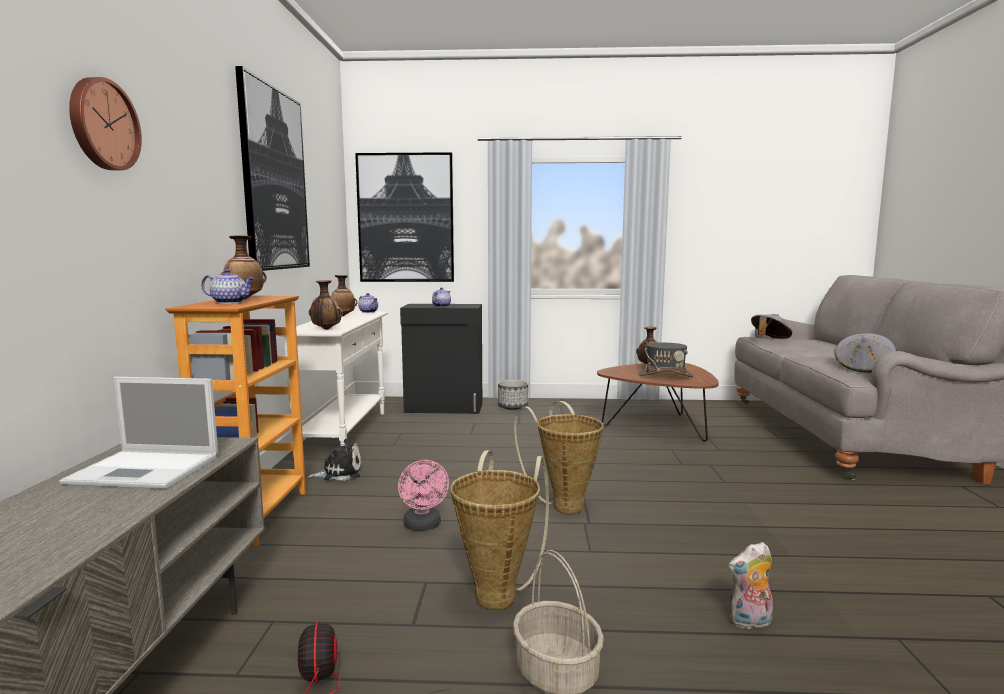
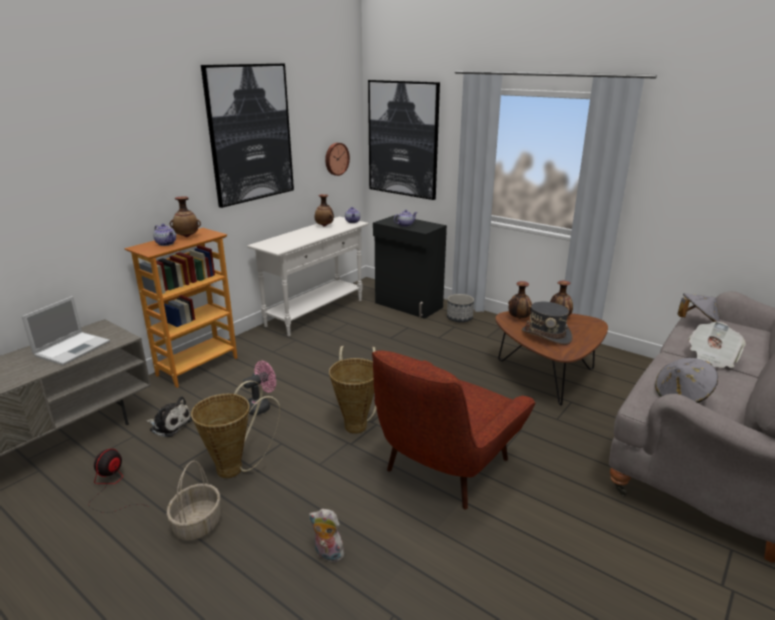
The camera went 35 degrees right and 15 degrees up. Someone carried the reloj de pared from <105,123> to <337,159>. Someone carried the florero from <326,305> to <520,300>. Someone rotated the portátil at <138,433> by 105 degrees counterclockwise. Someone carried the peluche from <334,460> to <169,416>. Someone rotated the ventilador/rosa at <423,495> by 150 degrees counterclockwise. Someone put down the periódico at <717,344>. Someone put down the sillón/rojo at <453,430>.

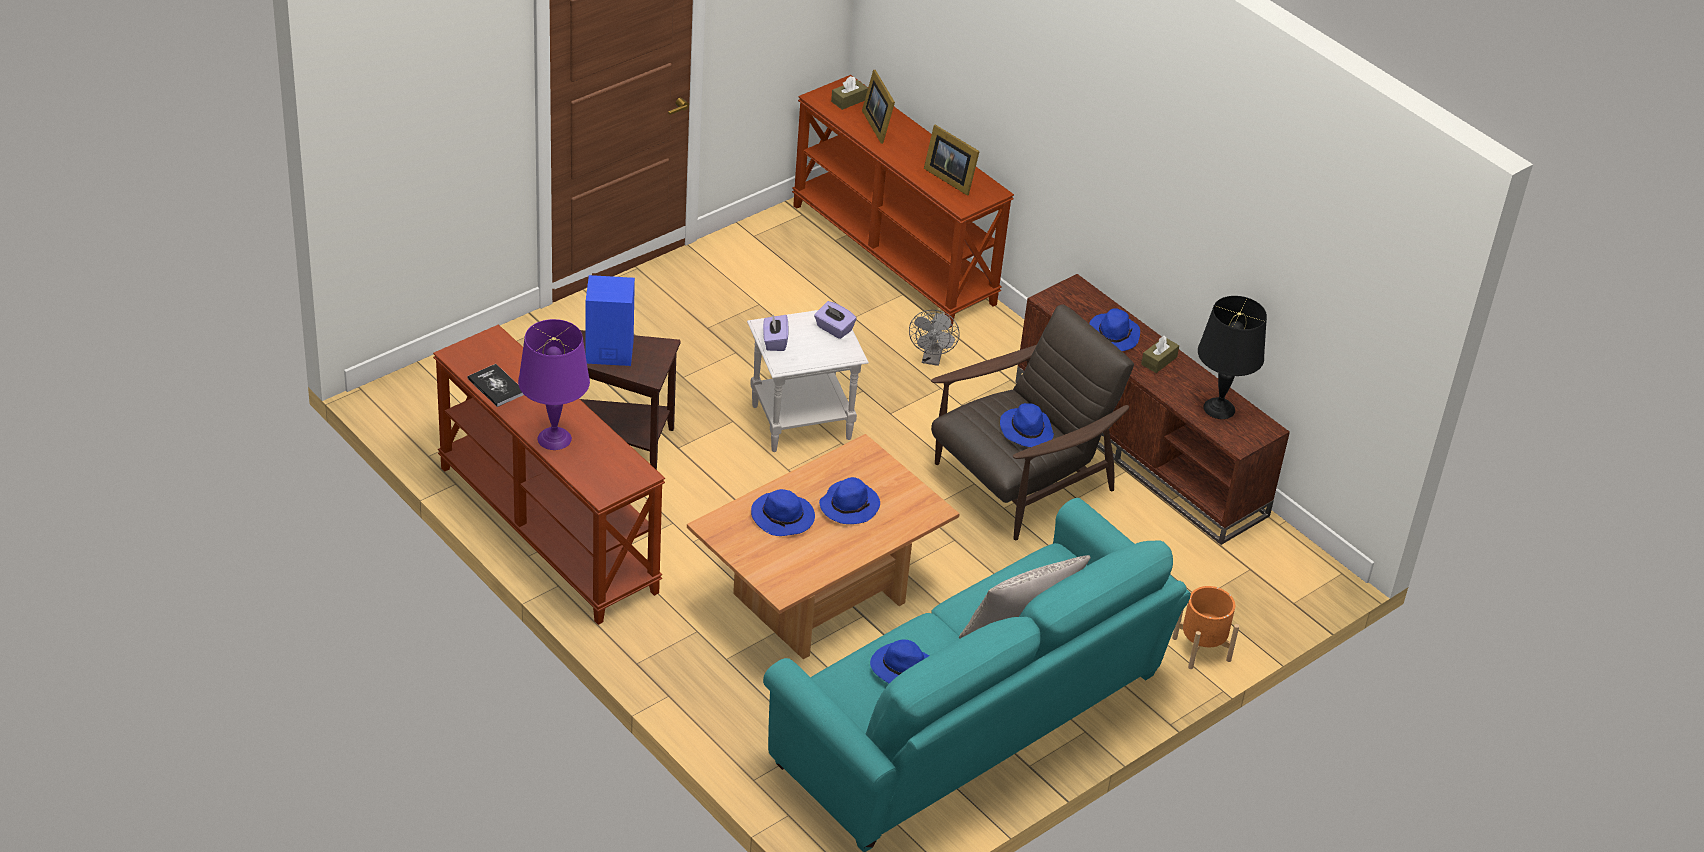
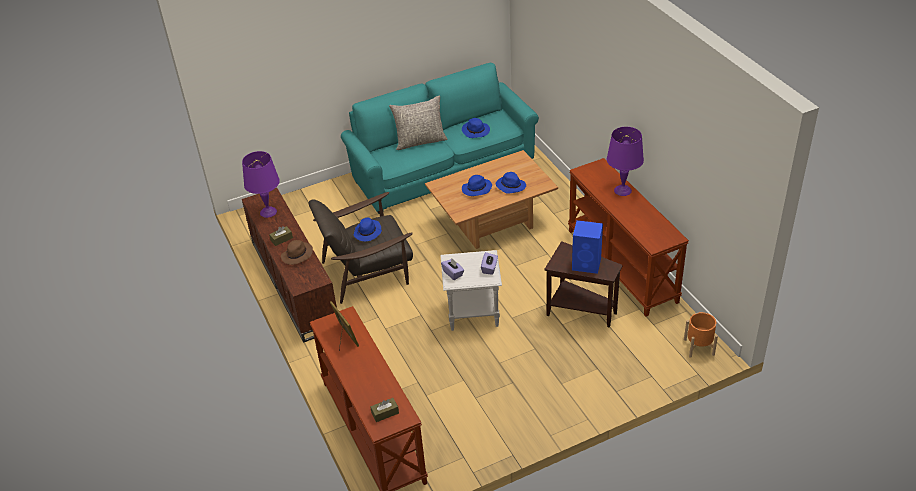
The camera went 160 degrees left and 0 degrees up. Someone took away the portarretratos at <878,107>. Someone repainted the lámpara de mesa/negro at <1232,357>, which became the lámpara de mesa/morado at <261,184>. Someone repainted the sombrero/azul at <1114,329>, which became the sombrero/marrón at <297,252>. Someone took away the ventilador/gris at <934,338>. Someone took away the libro at <496,385>. Someone carried the maceta/naranja from <1205,627> to <701,335>.

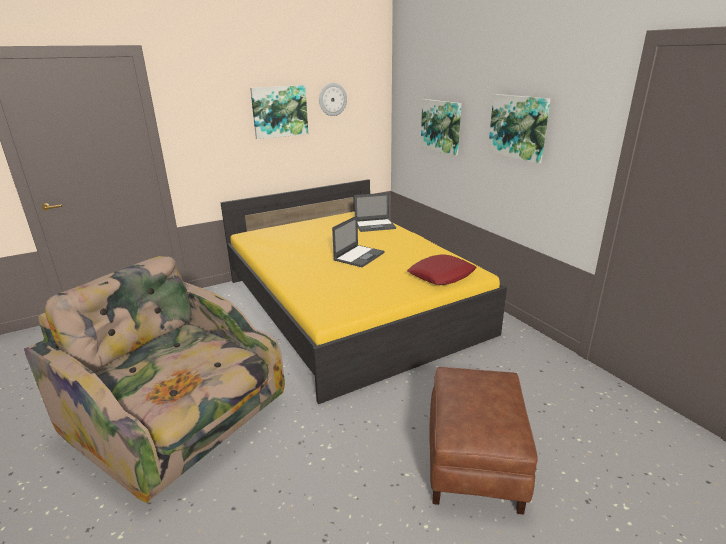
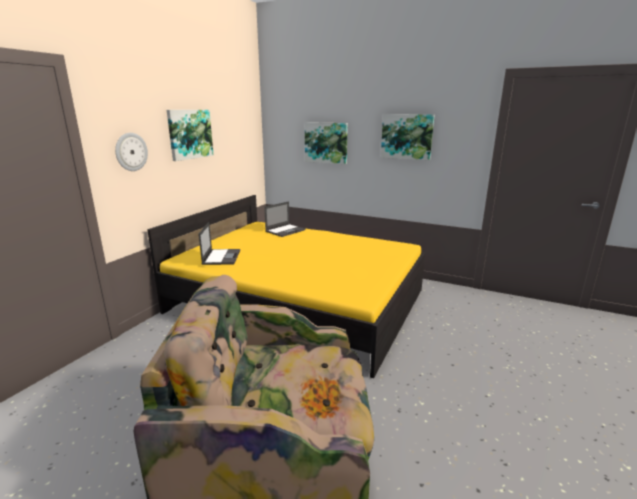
The camera went 35 degrees left and 5 degrees down. Someone carried the reloj de pared from <333,99> to <131,152>. Someone carried the portátil from <358,241> to <219,243>. Someone took away the cojín/rojo at <441,269>. Someone took away the puf/marrón at <483,441>.

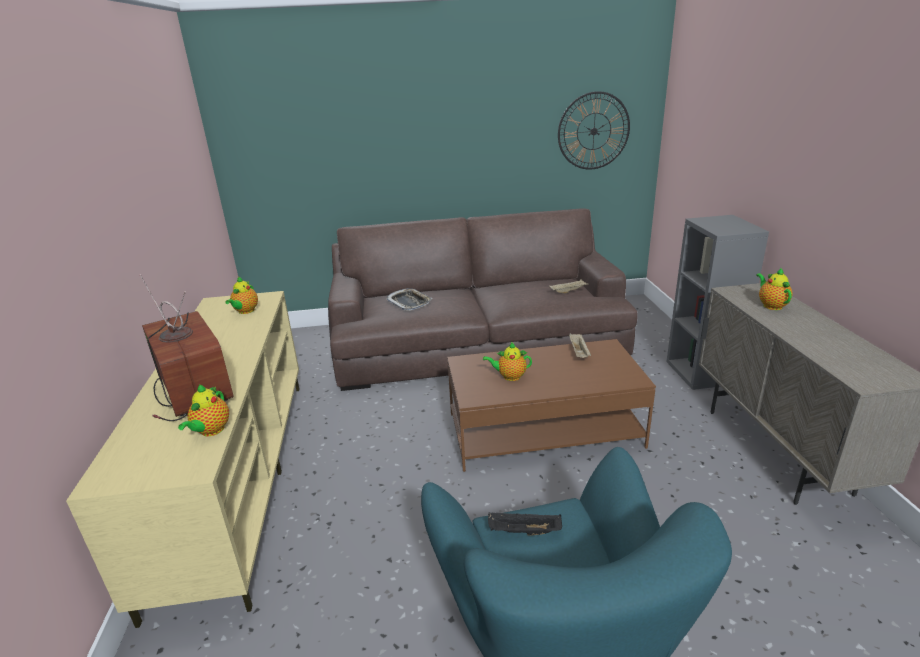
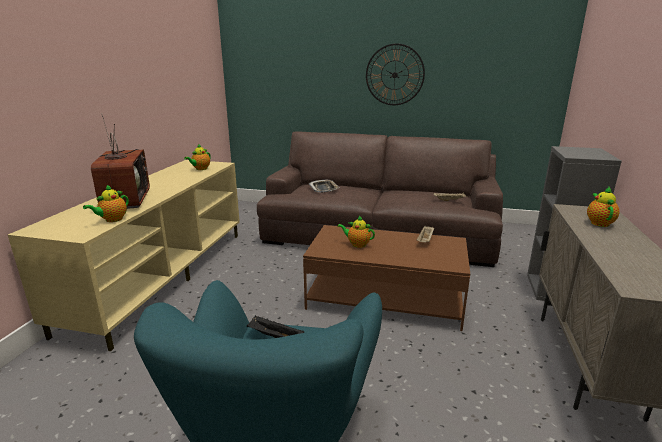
The camera went 20 degrees right and 5 degrees down. Someone carried the reloj de pared from <594,130> to <395,74>.

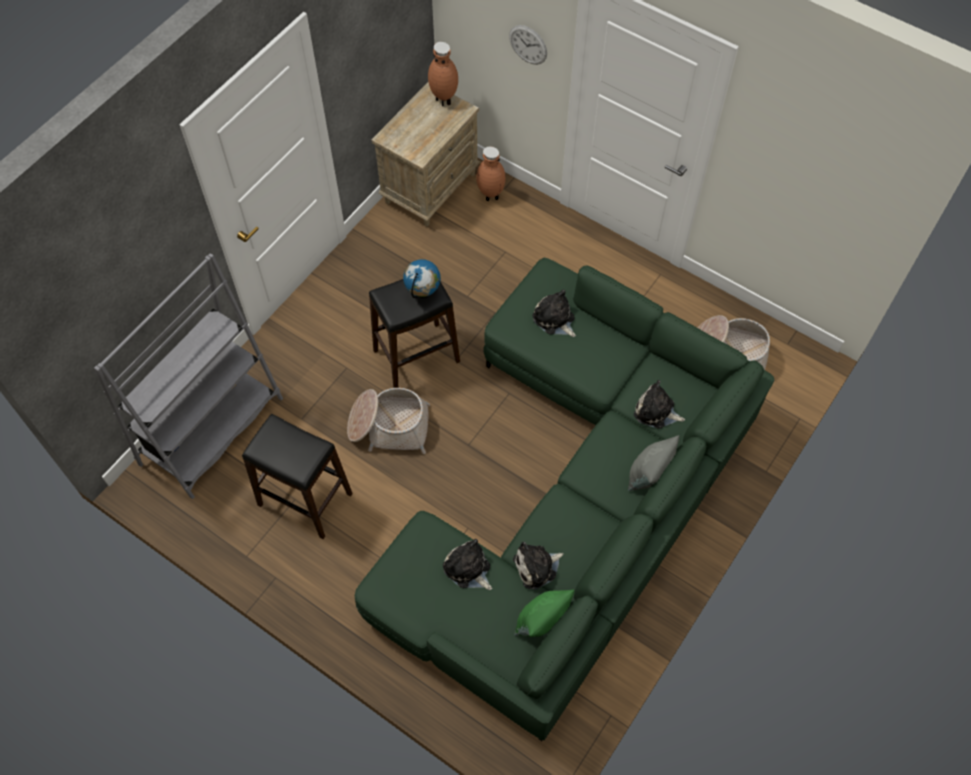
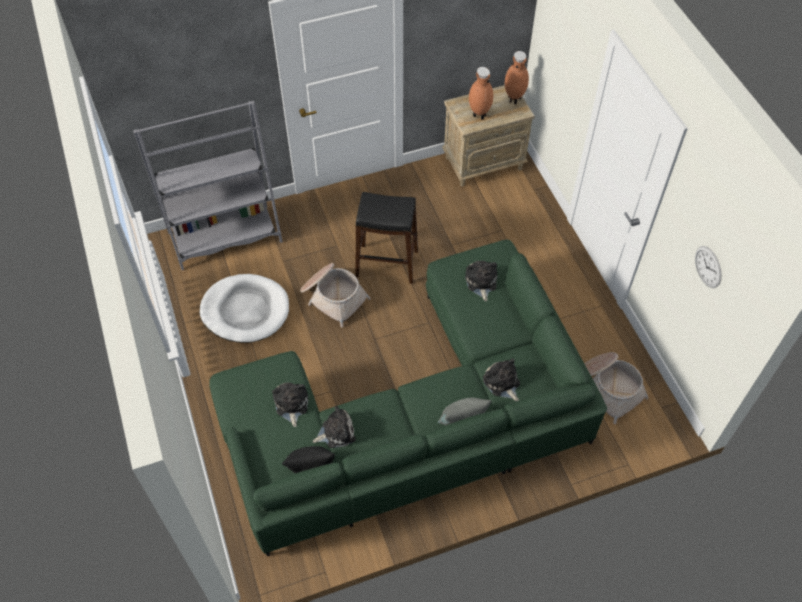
The camera went 35 degrees right and 5 degrees down. Someone carried the reloj de pared from <528,45> to <708,267>. Someone carried the florero/marrón from <491,173> to <481,93>. Someone took away the globo terráqueo at <422,278>. Someone swapped the taburete/negro at <297,476> for the cama para perro/blanco at <244,308>. Someone rotated the peluche at <538,566> by 150 degrees clockwise. Someone repainted the cojín/verde at <544,613>, which became the cojín/negro at <308,459>.

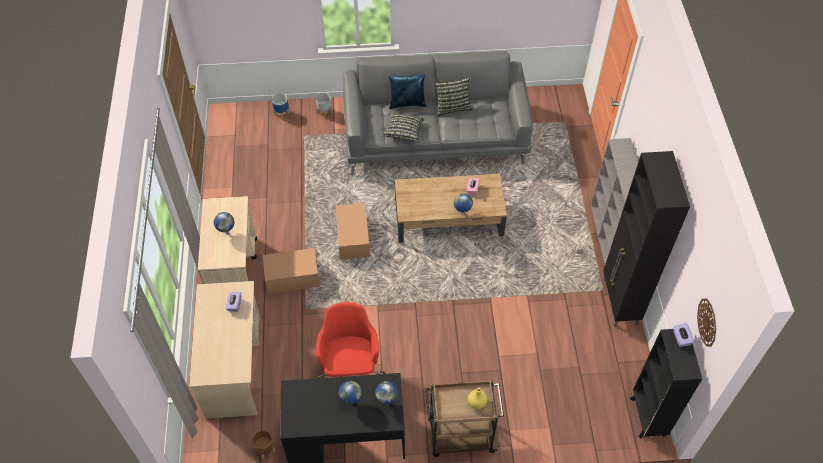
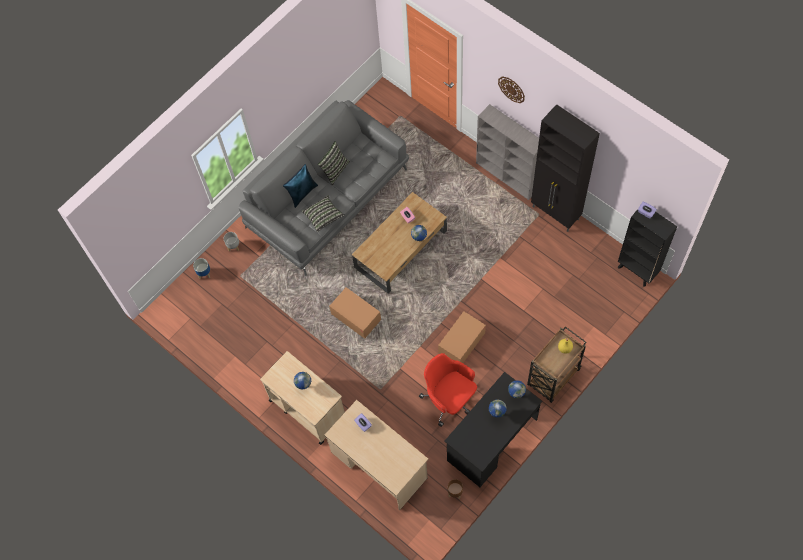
The camera went 40 degrees left and 10 degrees up. Someone carried the caja de cartón from <291,271> to <462,337>. Someone carried the reloj de pared from <706,323> to <511,89>.

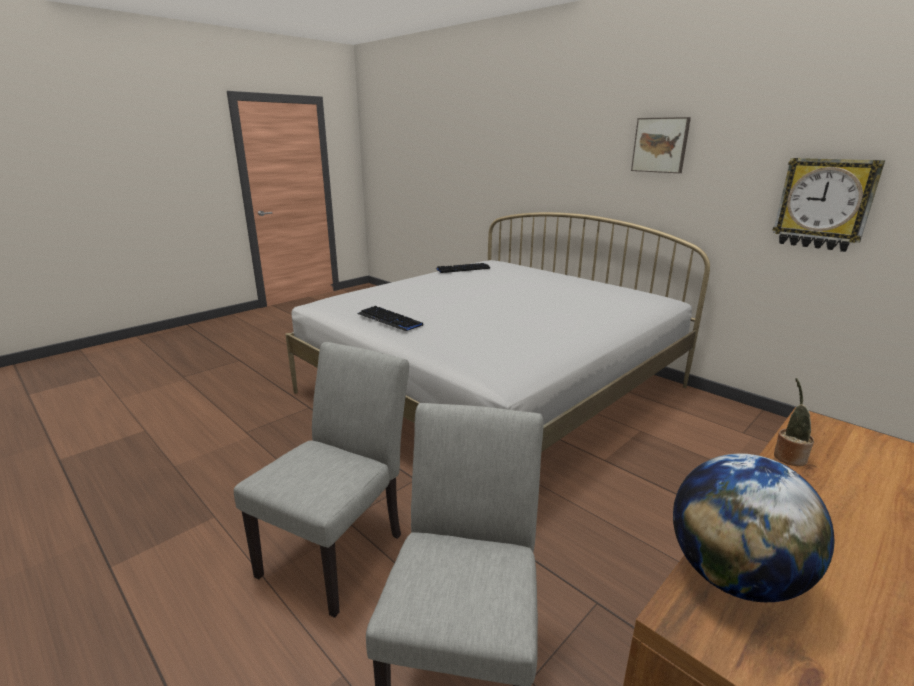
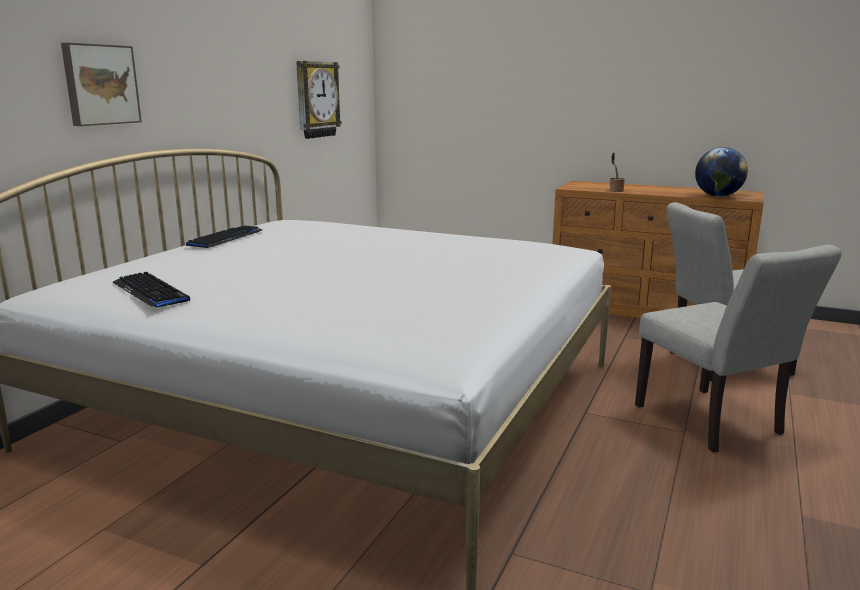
The camera went 110 degrees left and 5 degrees down. Someone carried the cuadro from <661,145> to <101,84>. Someone carried the teclado from <390,318> to <224,236>. Someone rotated the silla/gris at <321,480> by 120 degrees counterclockwise.

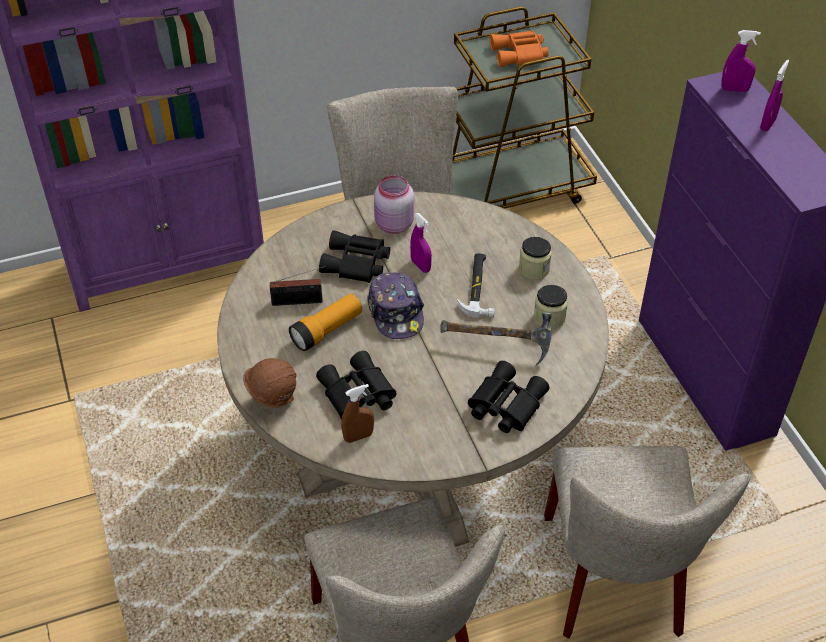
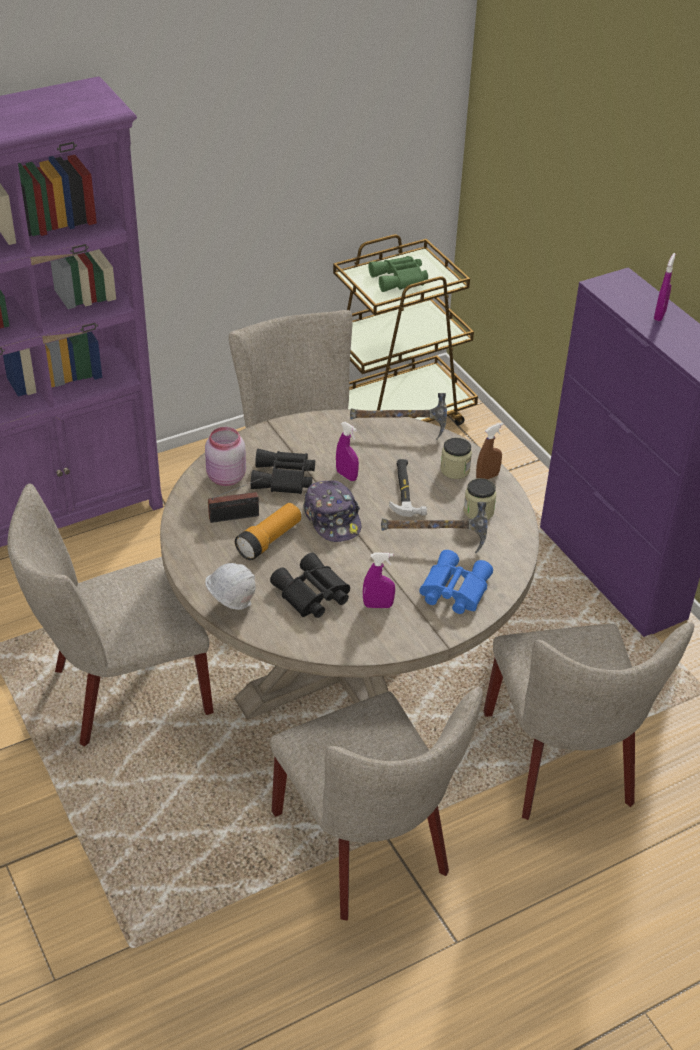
The camera went 10 degrees left and 5 degrees down. Someone repainted the prismáticos/naranja at <519,48>, which became the prismáticos/verde at <398,274>. Someone carried the pulverizador/morado from <741,61> to <379,580>. Someone carried the tarro/rosa from <394,204> to <225,456>. Someone repainted the casco/marrón at <270,383>, which became the casco/blanco at <230,586>. Someone repainted the prismáticos/negro at <508,397>, which became the prismáticos/azul at <456,582>. Someone carried the pulverizador/marrón from <357,413> to <489,451>. Someone put down the martillo at <398,416>. Someone put down the silla/beis at <110,614>.

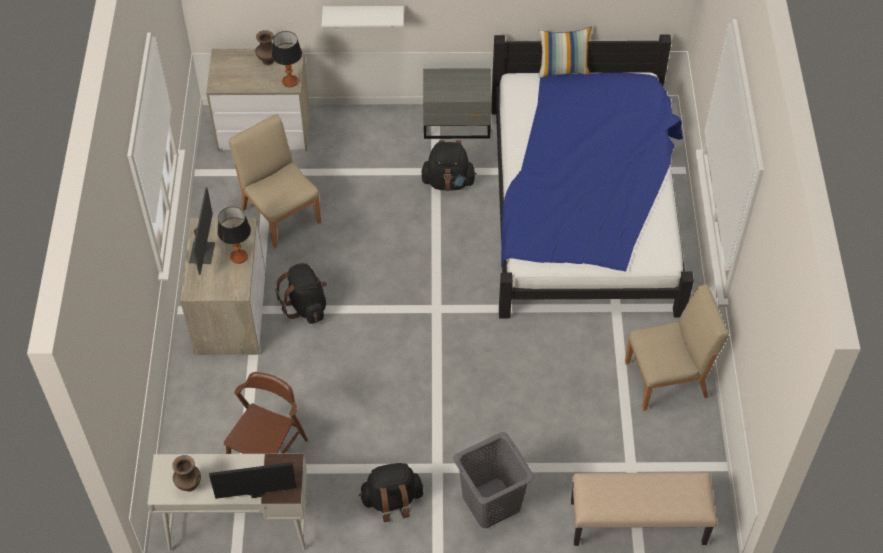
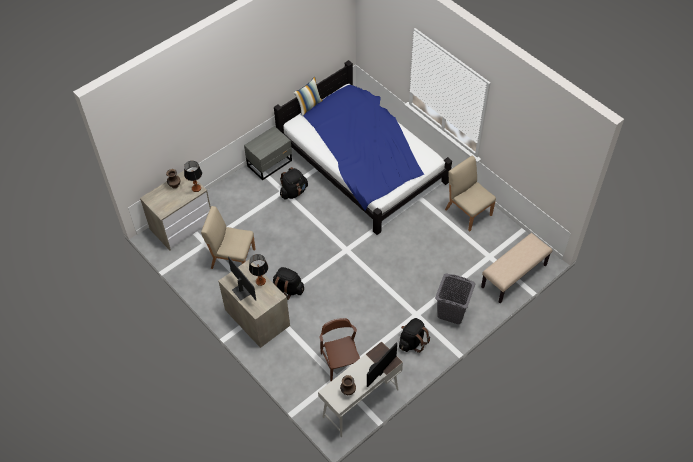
The camera went 40 degrees left and 0 degrees up. Someone took away the estante/blanco at <363,16>. Someone rotated the silla/beis at <677,347> by 75 degrees counterclockwise.

